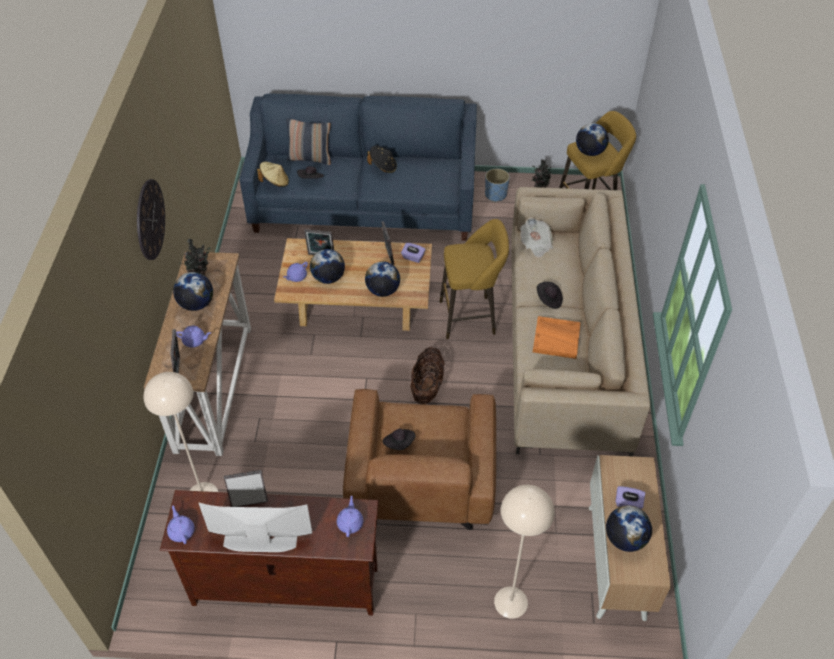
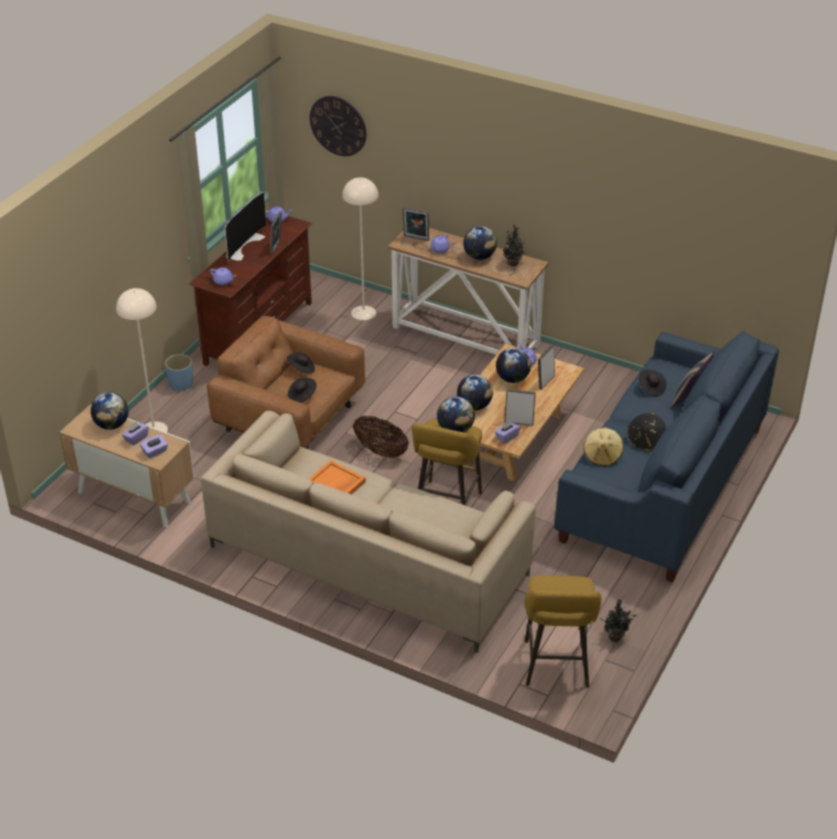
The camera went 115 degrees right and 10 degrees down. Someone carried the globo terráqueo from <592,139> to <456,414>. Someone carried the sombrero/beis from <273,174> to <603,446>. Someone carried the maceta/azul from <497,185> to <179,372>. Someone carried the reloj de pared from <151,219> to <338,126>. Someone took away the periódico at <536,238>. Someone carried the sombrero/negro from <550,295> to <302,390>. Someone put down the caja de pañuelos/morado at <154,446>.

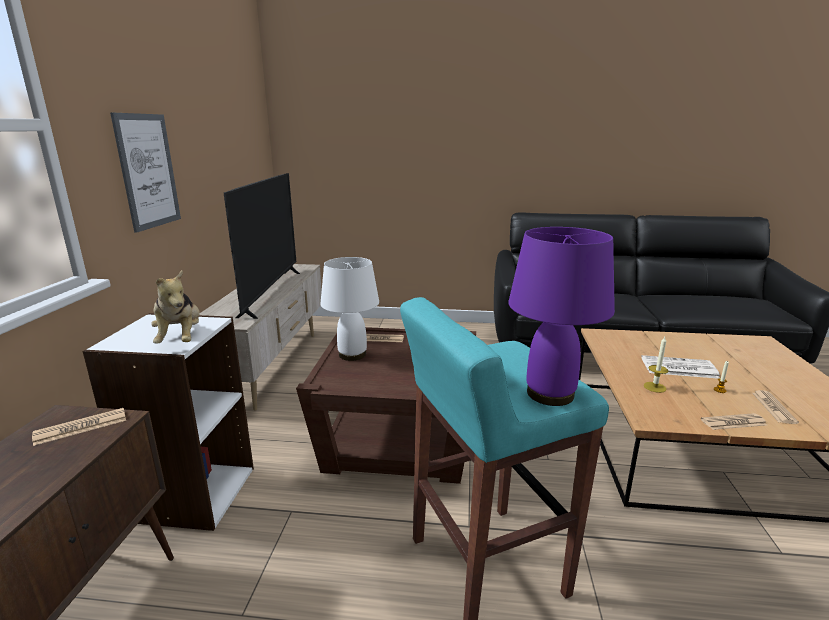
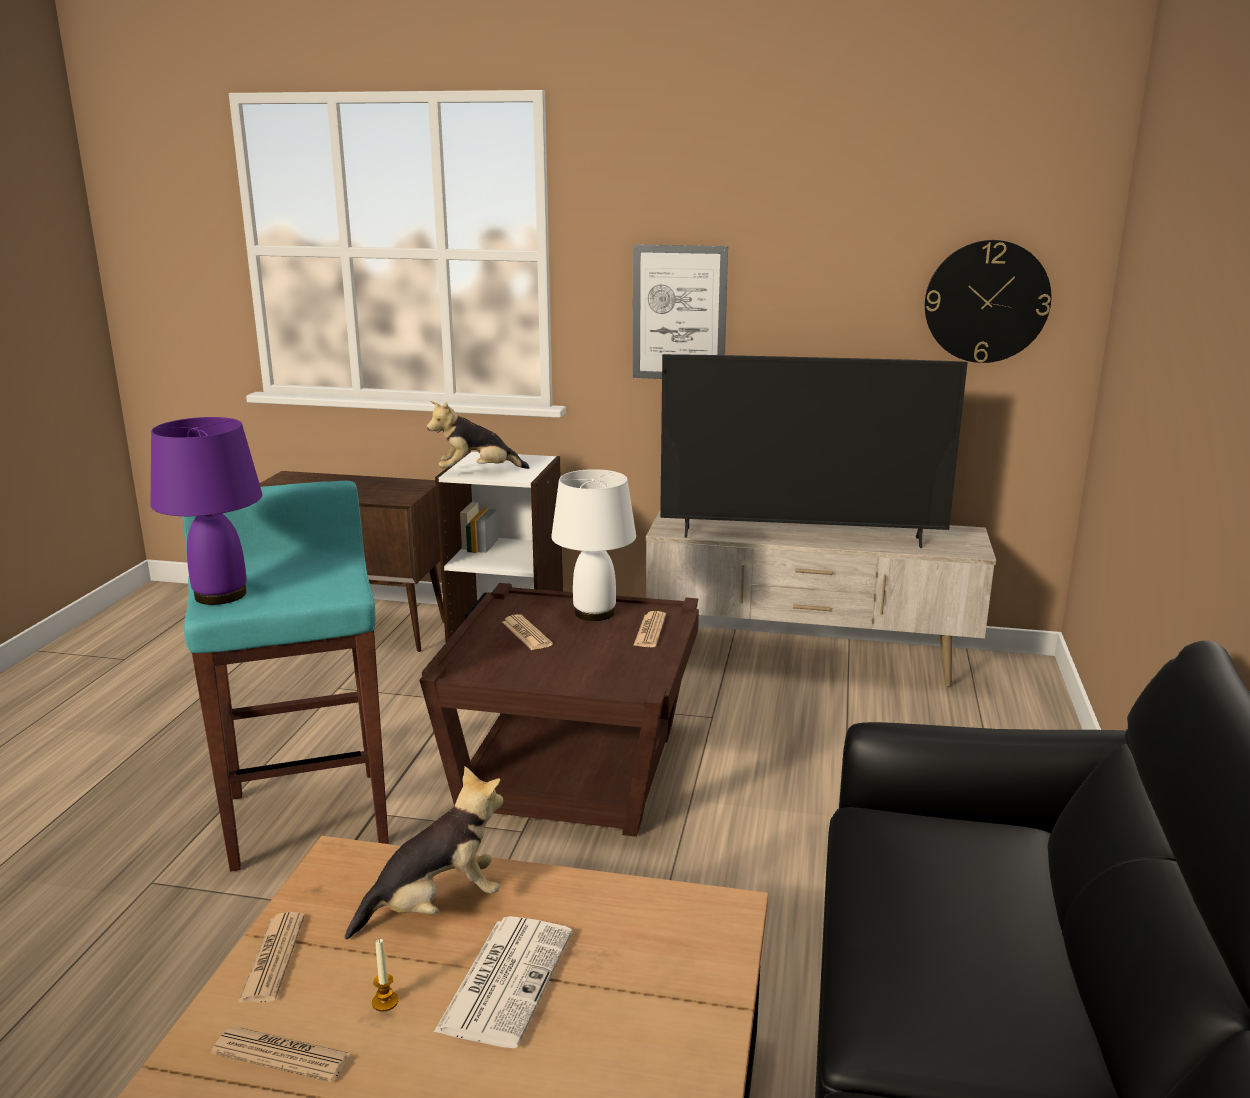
The camera went 95 degrees right and 0 degrees up. Someone swapped the vela at <656,365> for the peluche at <424,852>. Someone carried the periódico from <79,427> to <527,632>. Someone put up the reloj de pared at <988,301>.

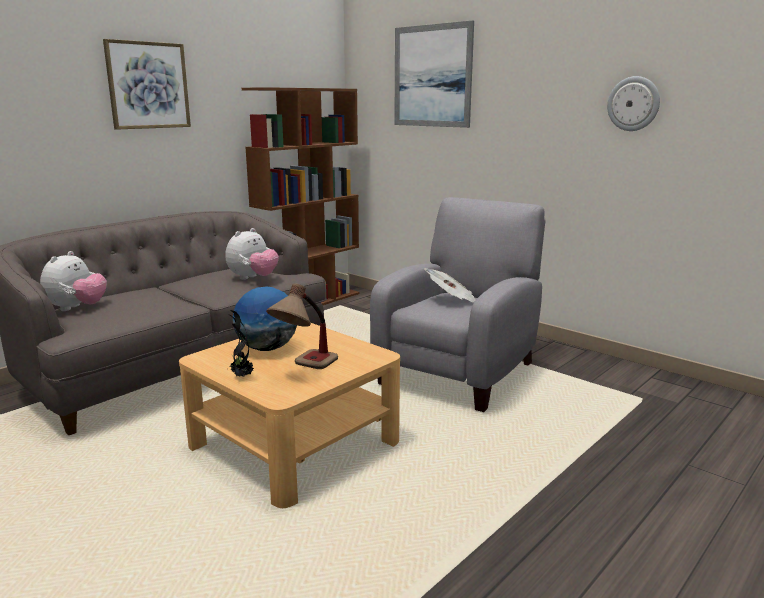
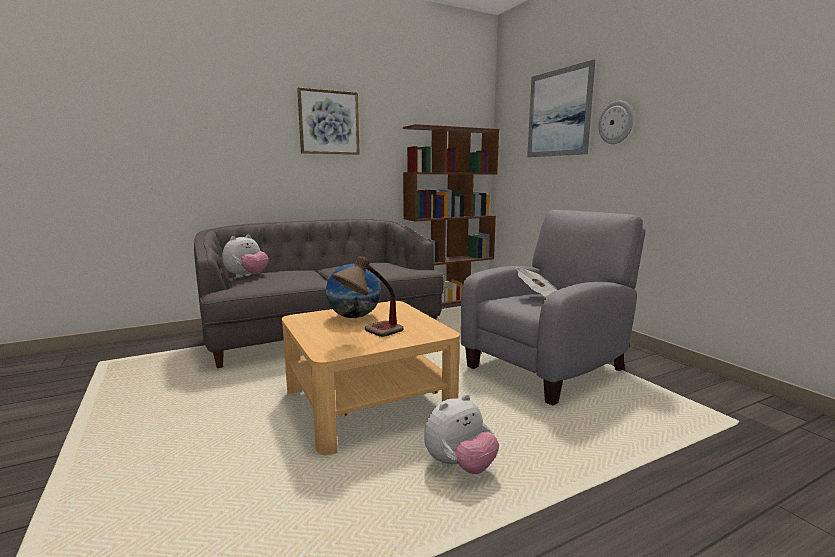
The camera went 20 degrees right and 5 degrees down. Someone carried the reloj de pared from <633,103> to <616,122>. Someone carried the peluche from <252,254> to <461,434>. Someone took away the planta en maceta at <241,343>.

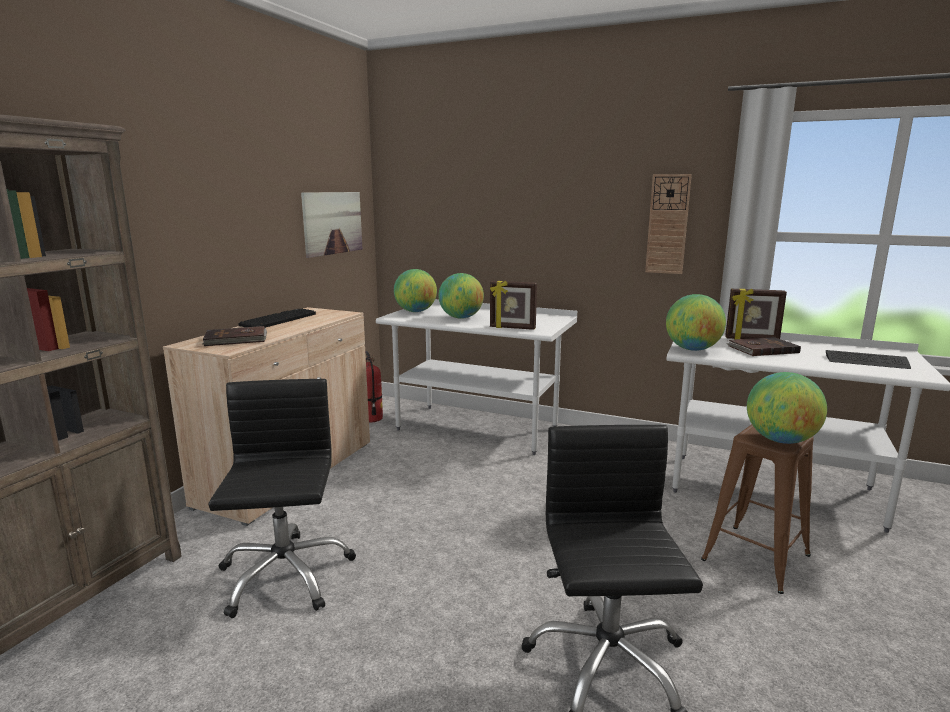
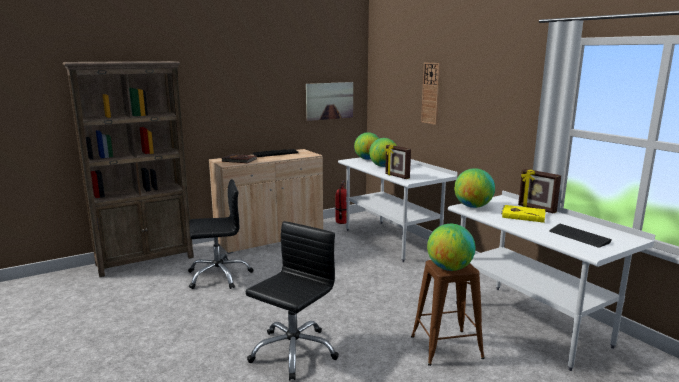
The camera went 35 degrees right and 0 degrees up. Someone carried the reloj de pared from <668,224> to <430,94>. Someone repainted the libro/marrón at <763,346>, which became the libro/amarillo at <523,214>. Someone rotated the silla de oficina/negro at <282,498> by 45 degrees clockwise.

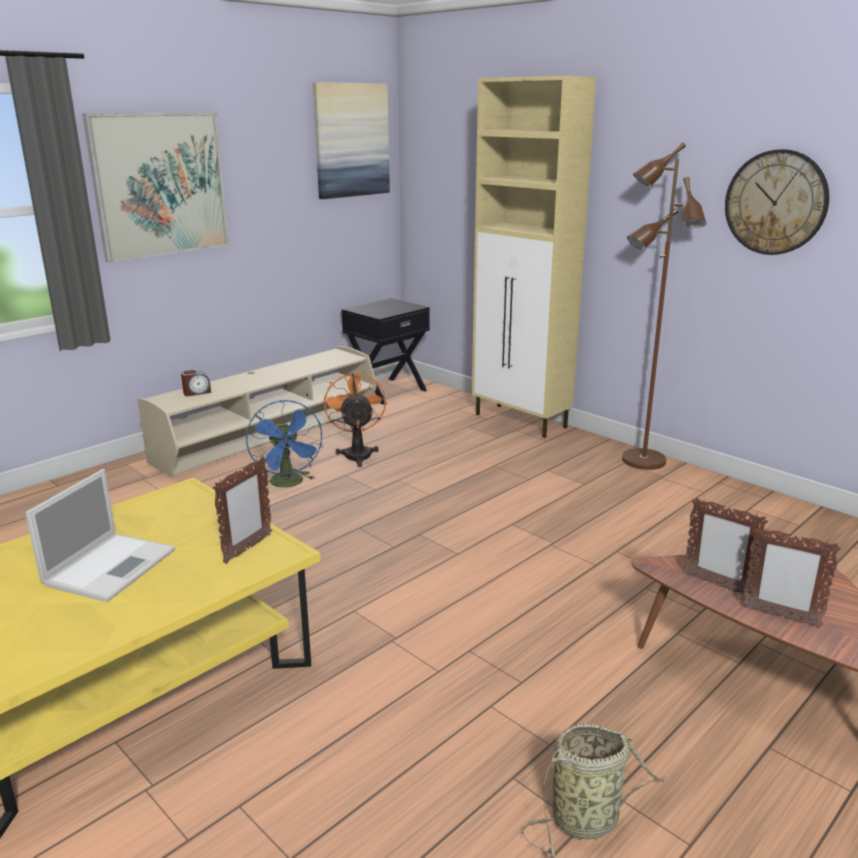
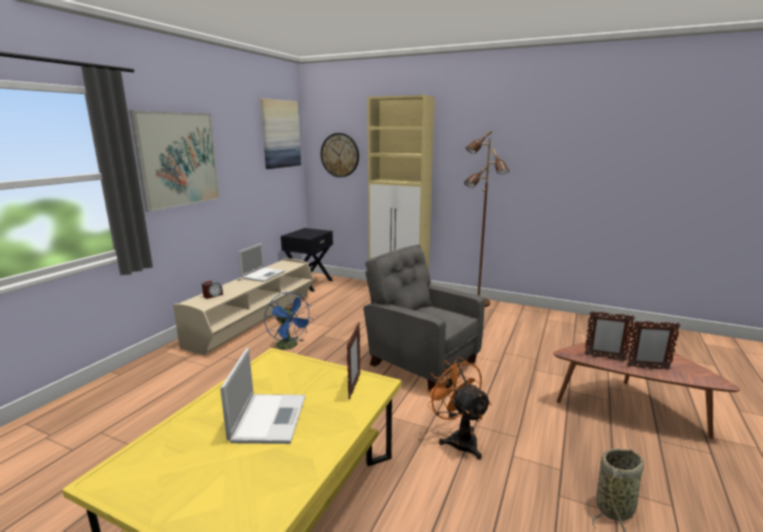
The camera went 20 degrees left and 5 degrees down. Someone carried the reloj de pared from <777,202> to <340,155>. Someone carried the ventilador/naranja from <355,419> to <457,408>. Someone put down the portátil at <261,262>. Someone put down the sillón/gris at <424,318>.

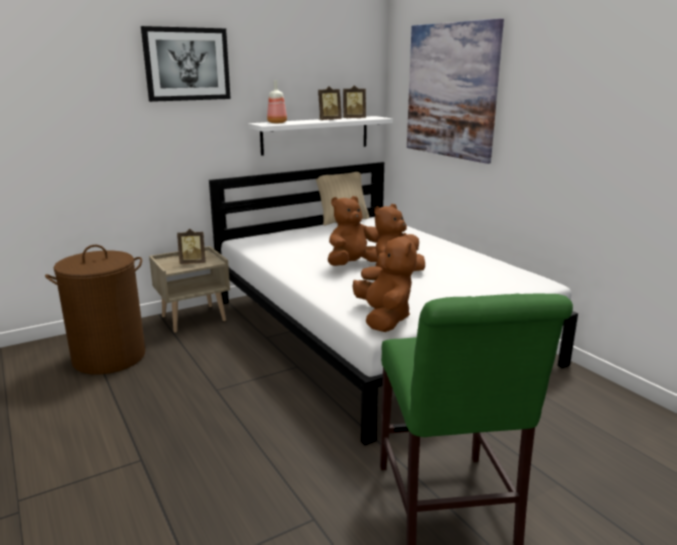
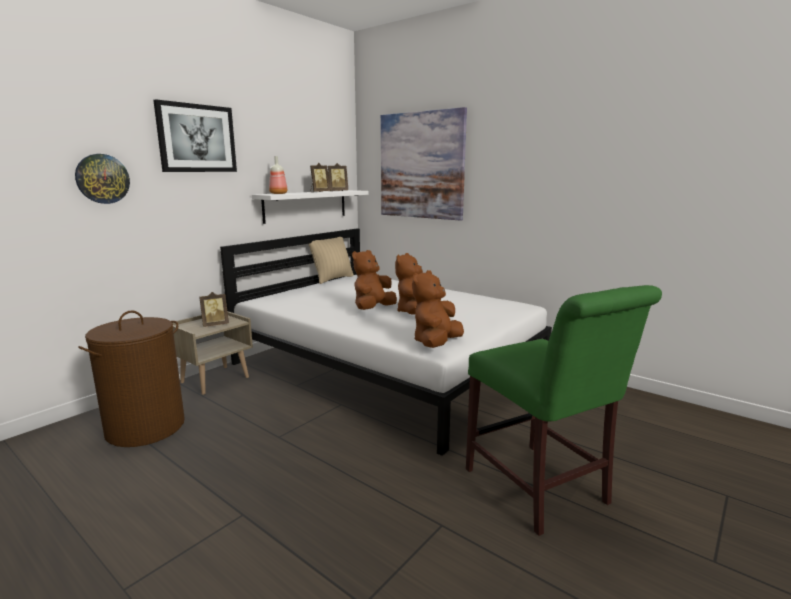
The camera went 20 degrees left and 5 degrees down. Someone rotated the peluche/marrón at <384,282> by 120 degrees counterclockwise. Someone put up the reloj de pared at <102,179>.

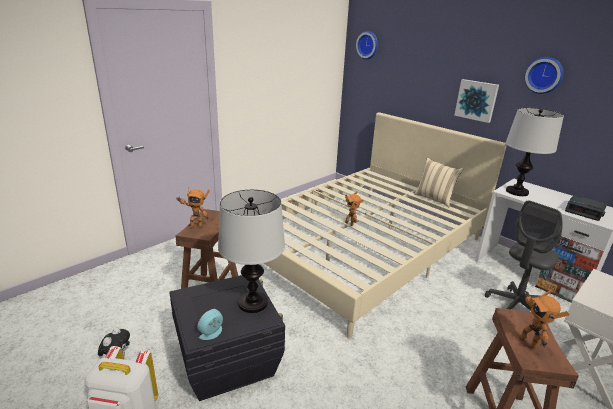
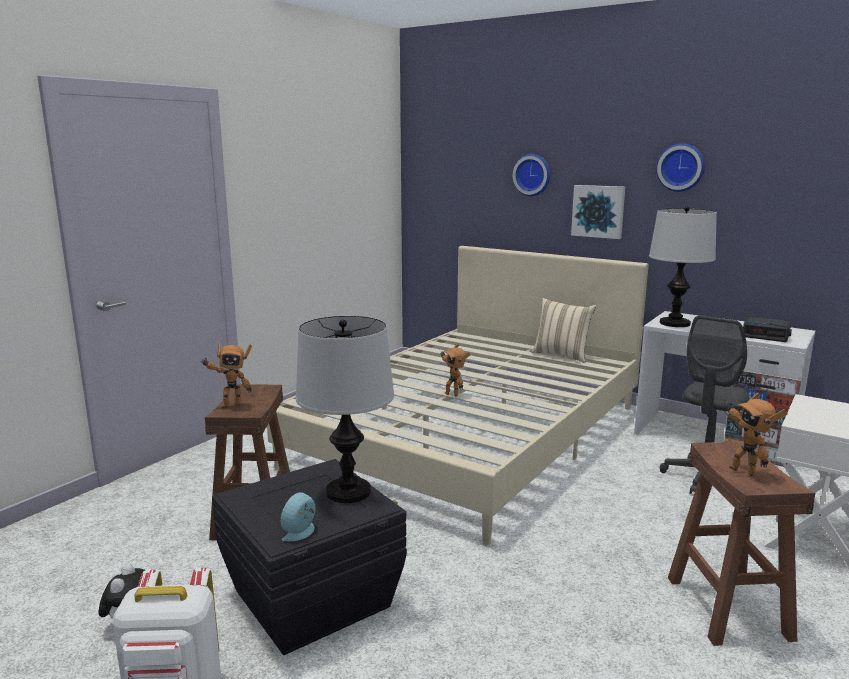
The camera went 10 degrees left and 10 degrees down. Someone carried the reloj de pared from <367,45> to <531,175>.

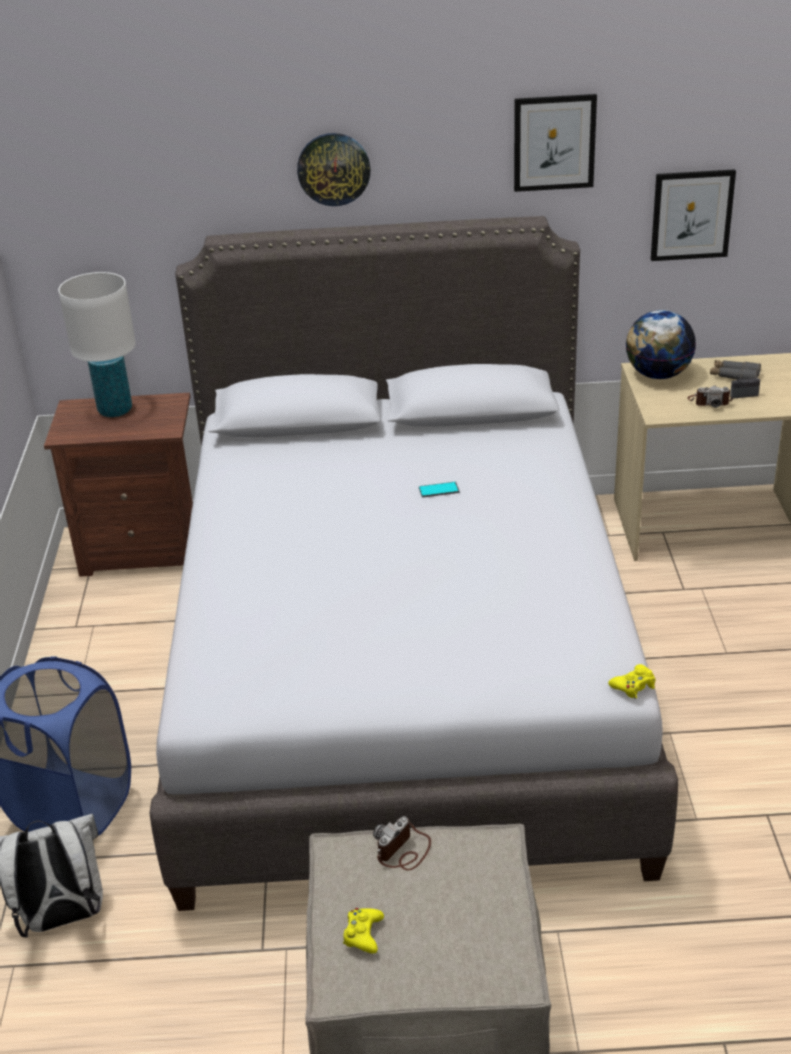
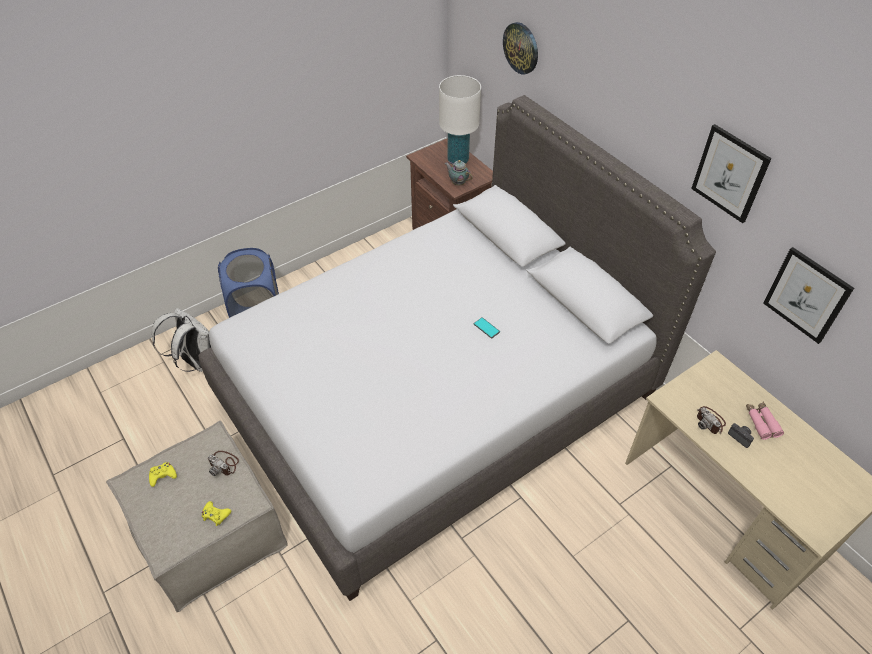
The camera went 55 degrees right and 15 degrees up. Someone carried the reloj de pared from <333,169> to <520,48>. Someone took away the globo terráqueo at <661,344>. Someone repainted the prismáticos/gris at <735,370>, which became the prismáticos/rosa at <765,421>. Someone carried the mando de consola/amarillo from <632,681> to <216,513>. Someone rotated the cámara at <402,843> by 150 degrees counterclockwise. Someone put down the tetera at <458,173>.

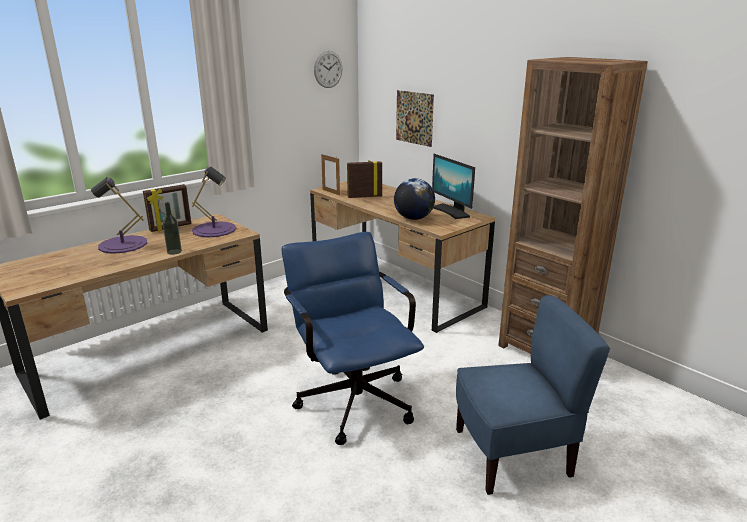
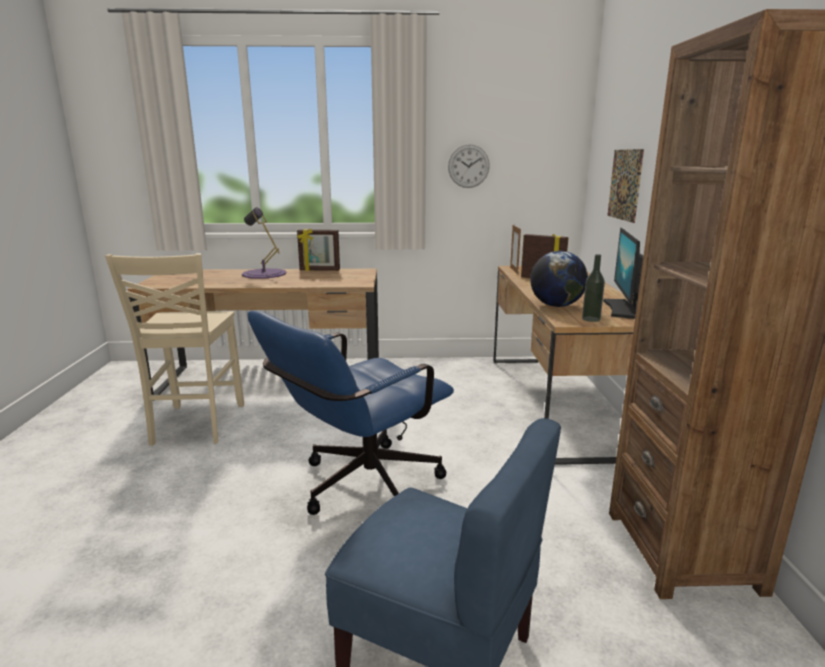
The camera went 40 degrees right and 5 degrees down. Someone carried the reloj de pared from <328,69> to <469,166>. Someone took away the lámpara de mesa/morado at <214,202>. Someone carried the botella from <172,228> to <593,288>. Someone rotated the silla de oficina/azul at <353,338> by 150 degrees counterclockwise. Someone put down the silla/beis at <174,349>.

